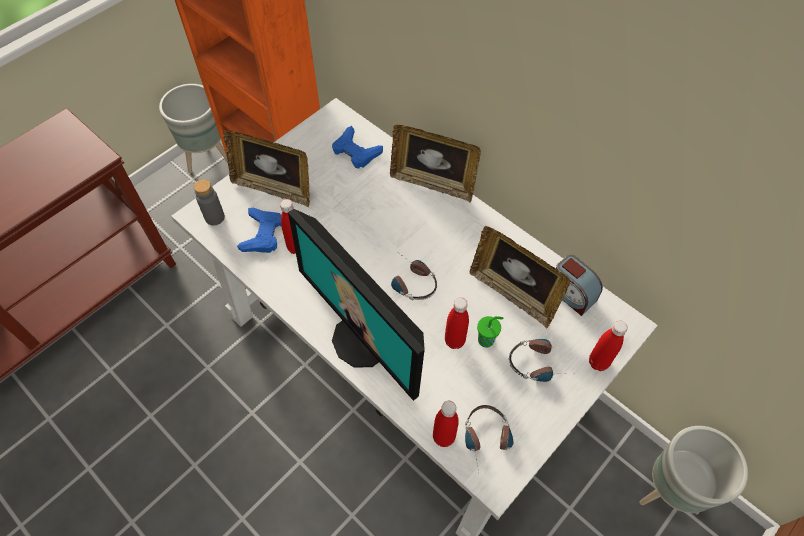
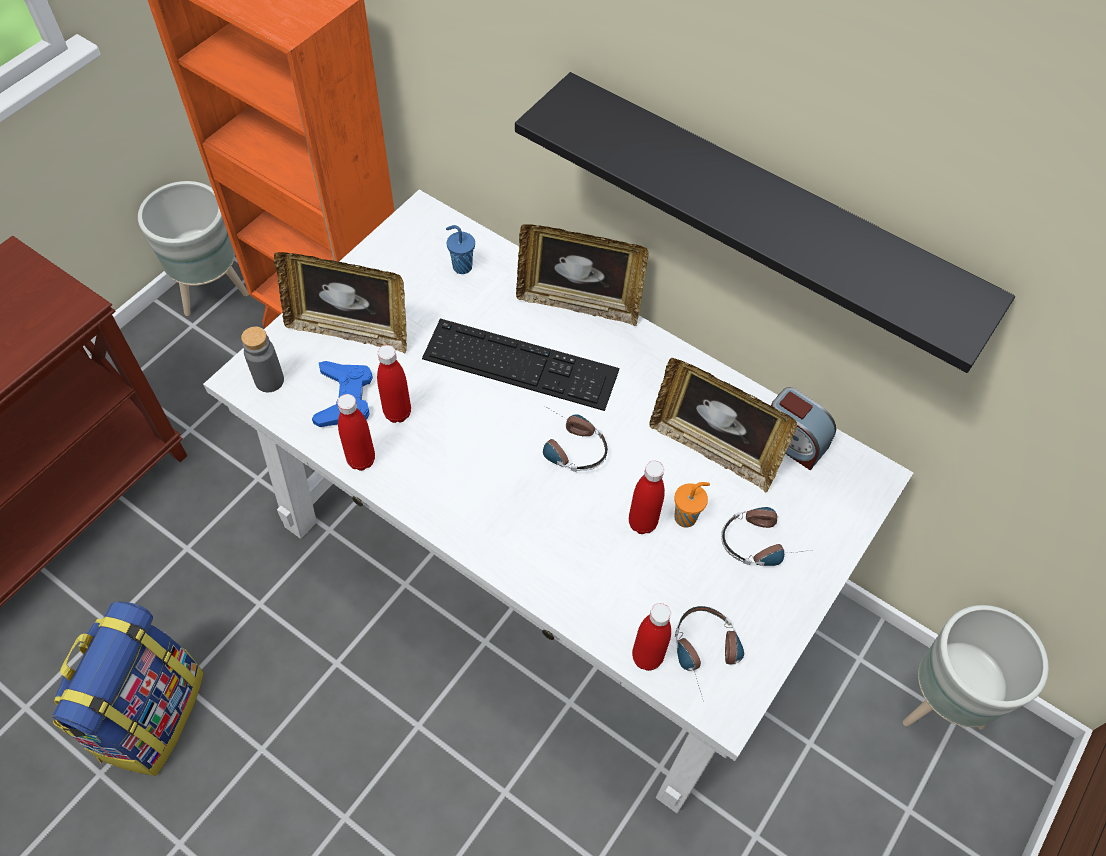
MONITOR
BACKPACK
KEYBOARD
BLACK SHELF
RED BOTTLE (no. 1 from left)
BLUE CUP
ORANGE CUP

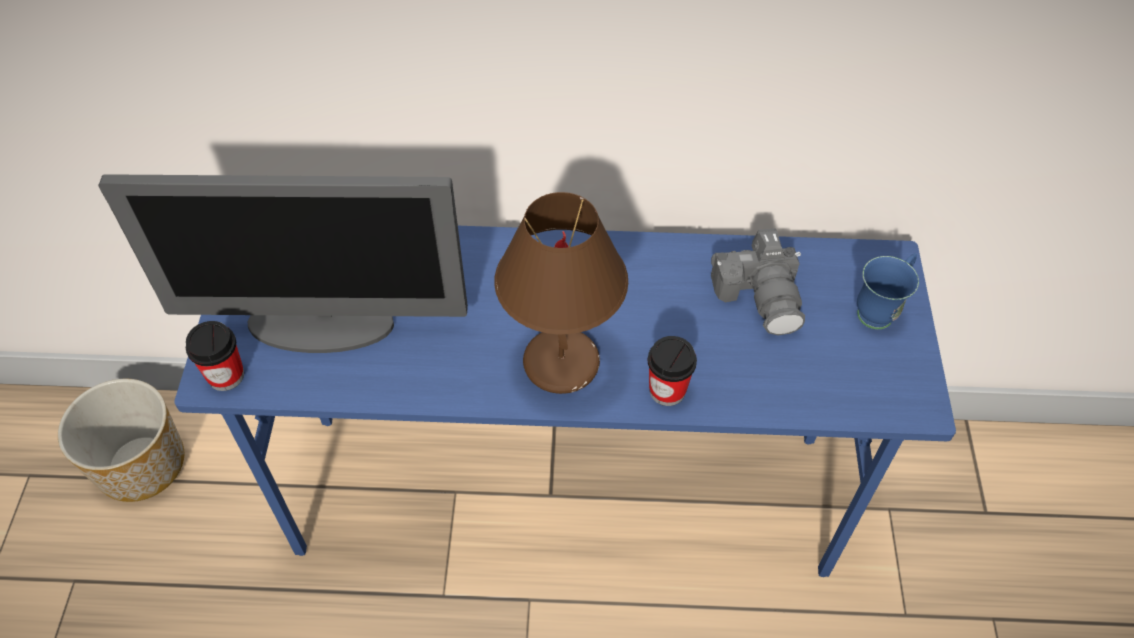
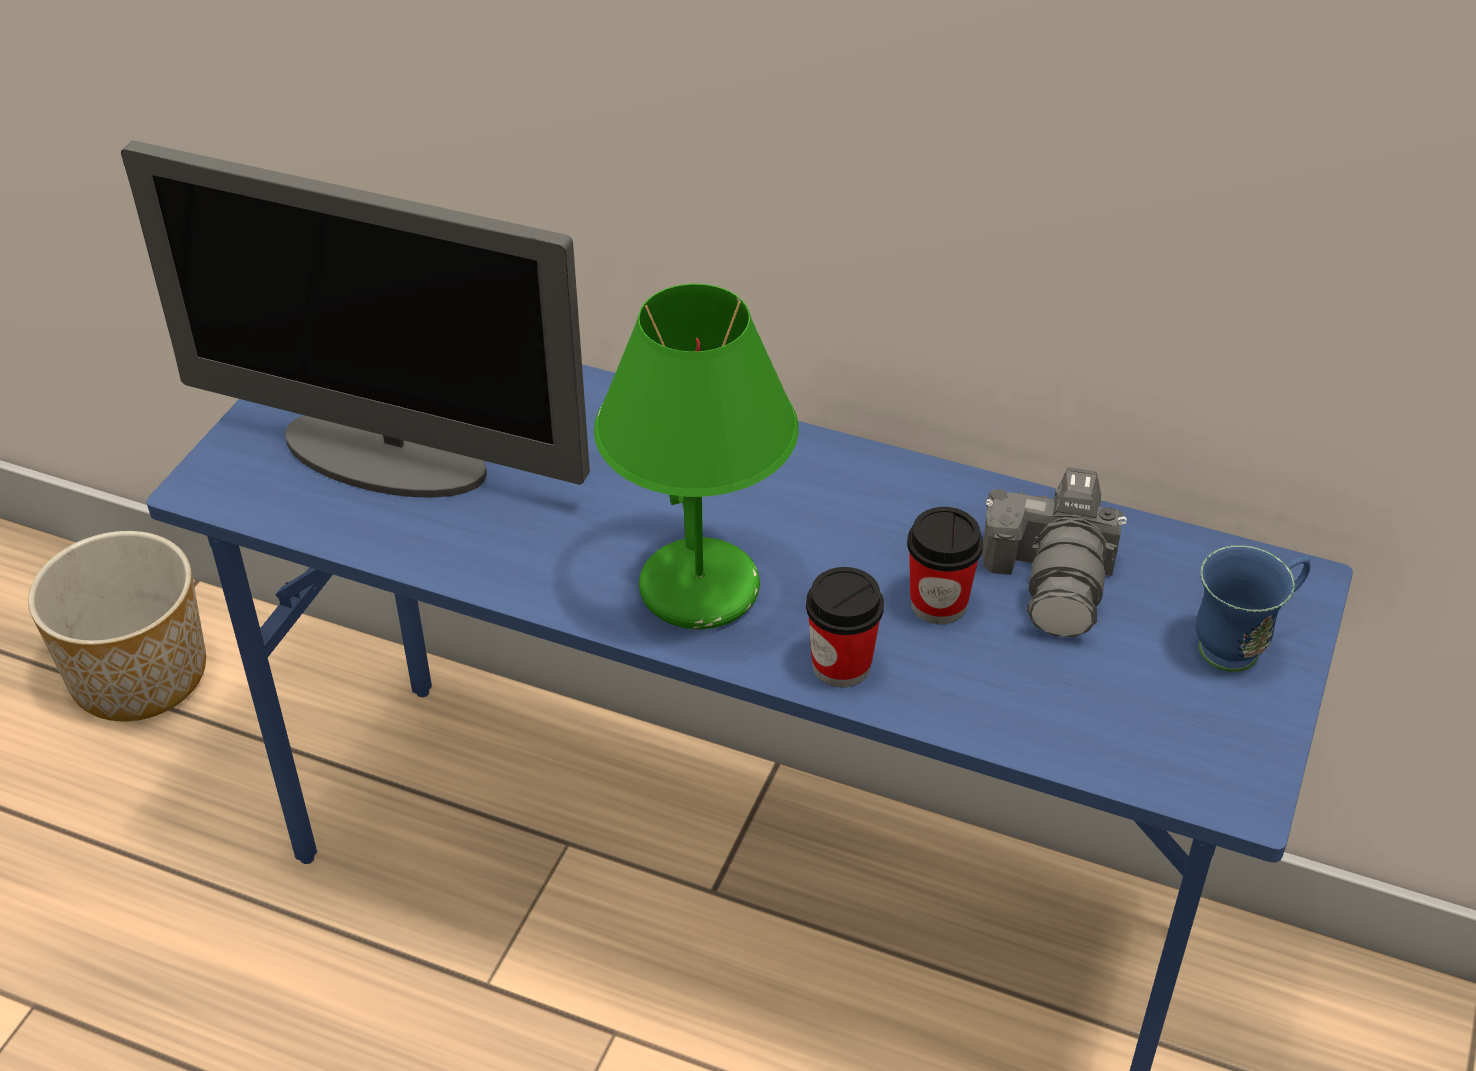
CUP (no. 2 from left)
GREEN TABLE LAMP

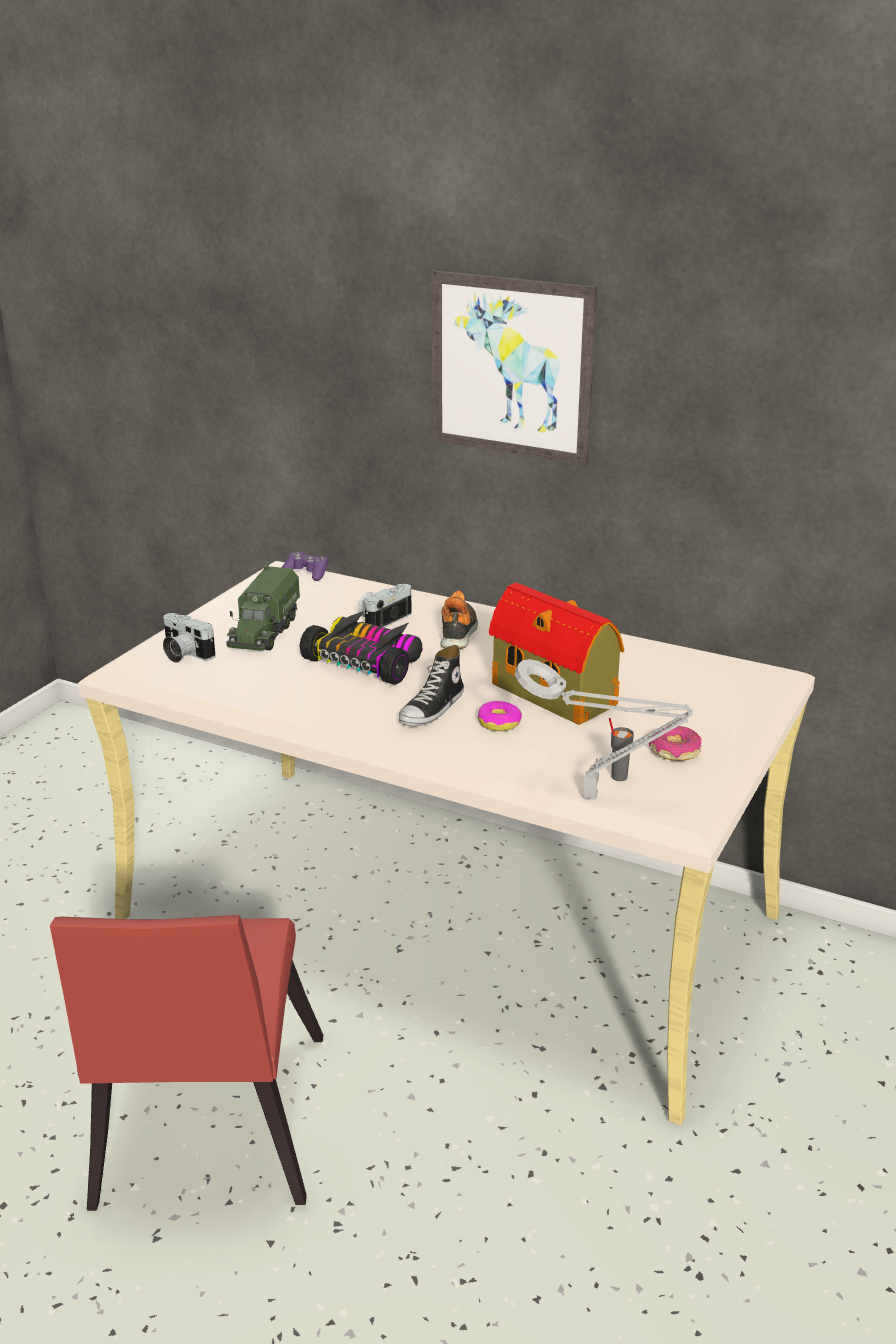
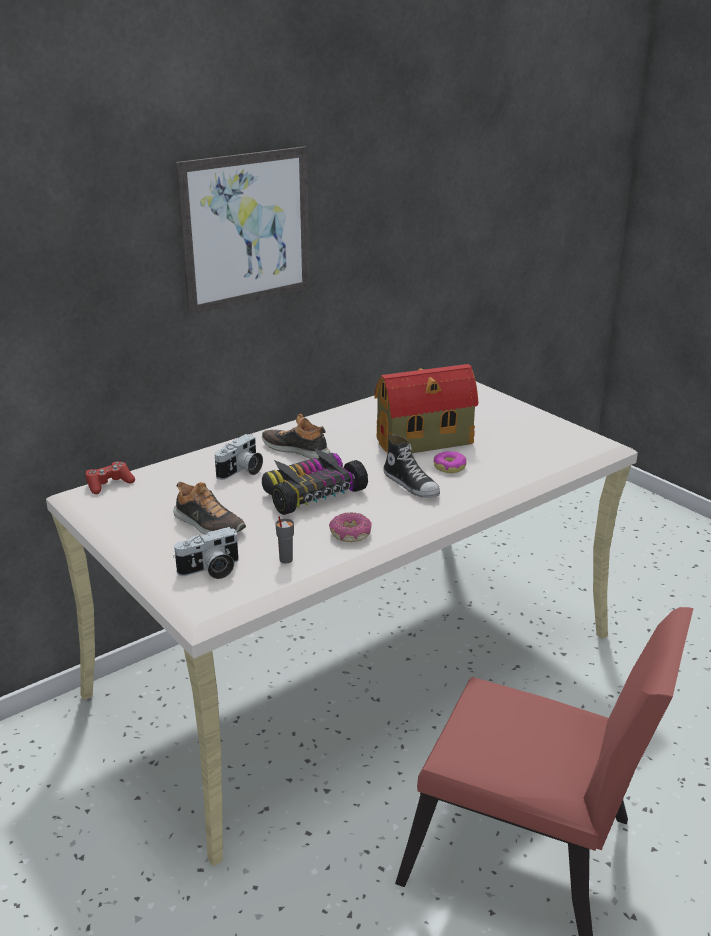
GREY TABLE LAMP
GREY CUP
DONUT (no. 1 from left)
SHOE (no. 1 from left)
RED GAME CONTROLLER
PHOTO CAMERA (no. 2 from left)

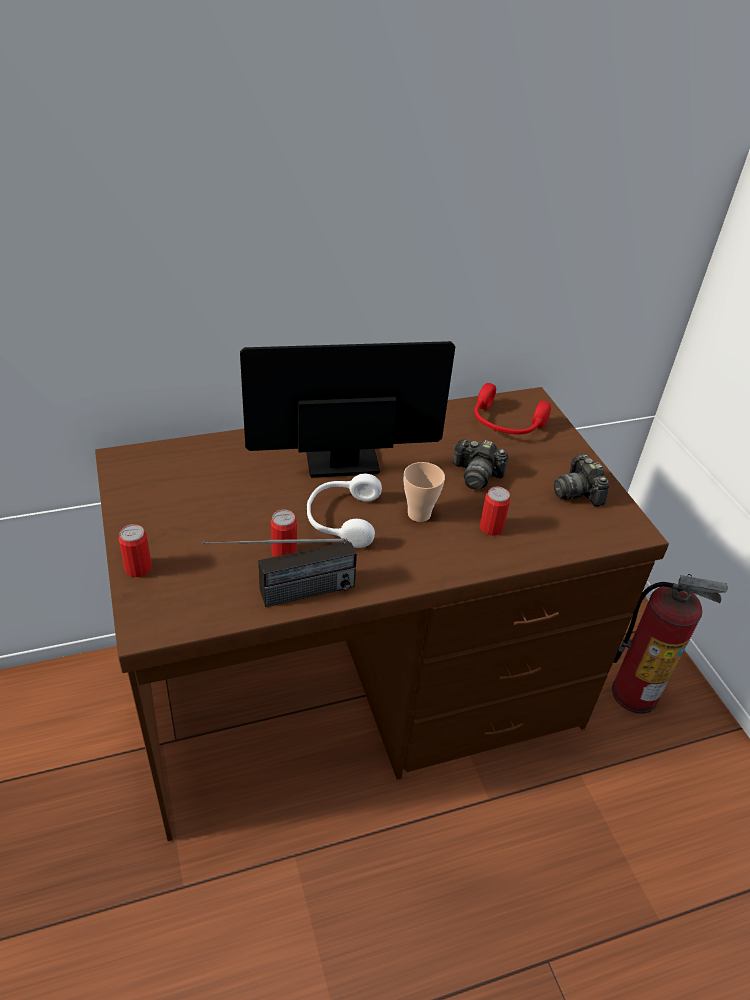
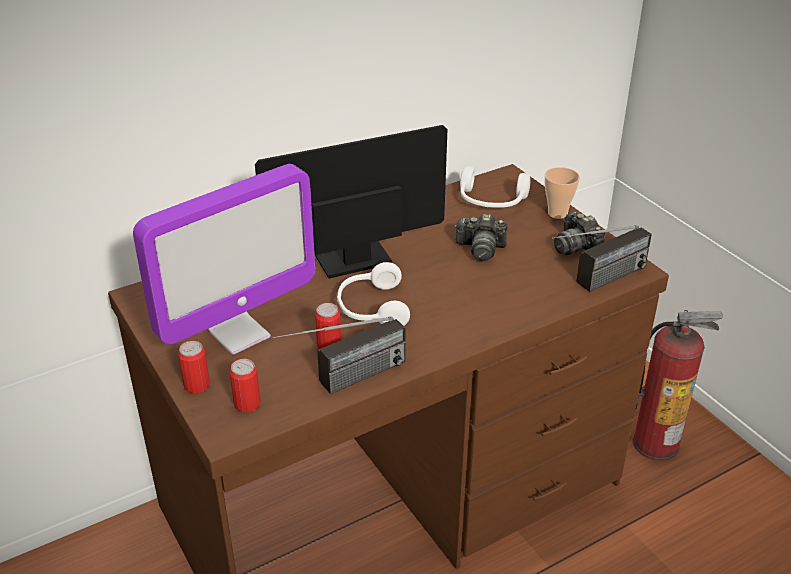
MONITOR (no. 1 from left)
RADIO (no. 2 from left)
CUP
CAN (no. 2 from left)
WHITE HEADPHONES (no. 2 from left)

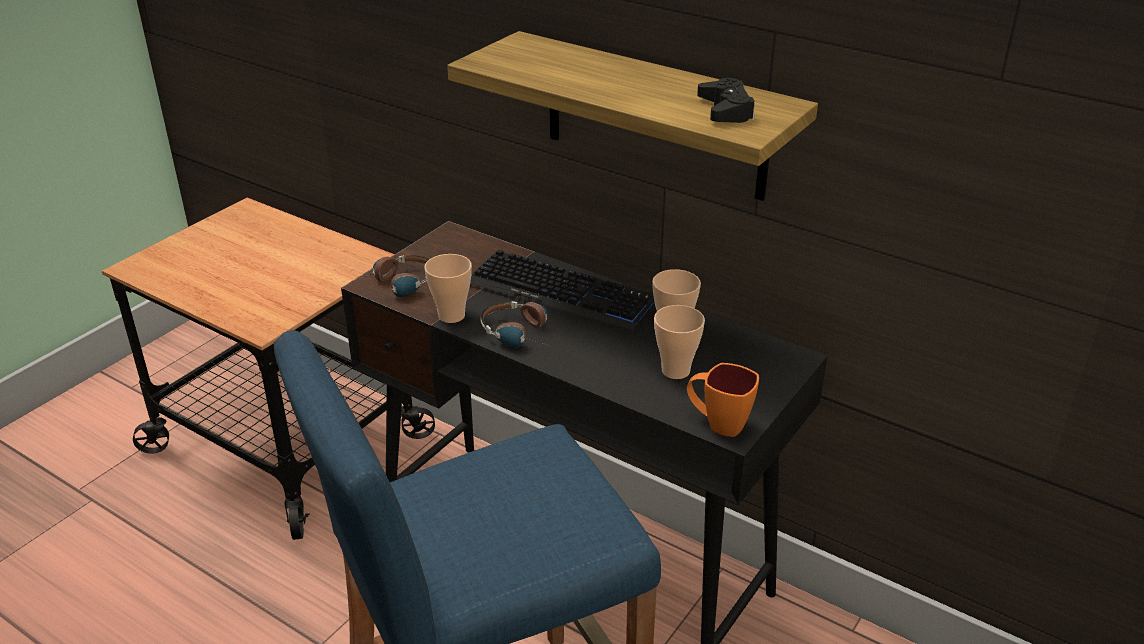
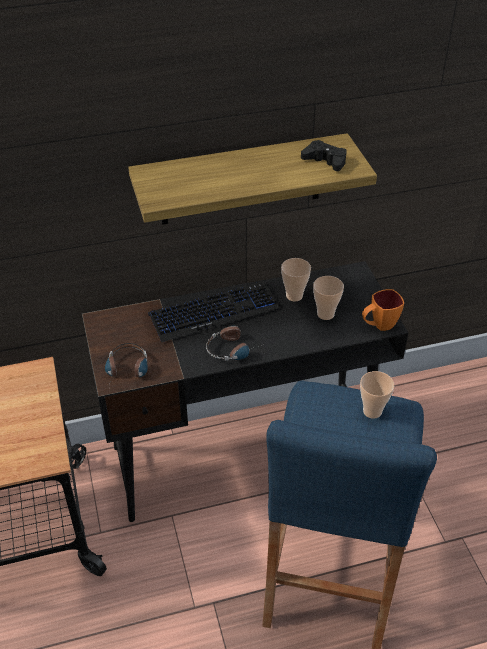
CUP (no. 3 from left)

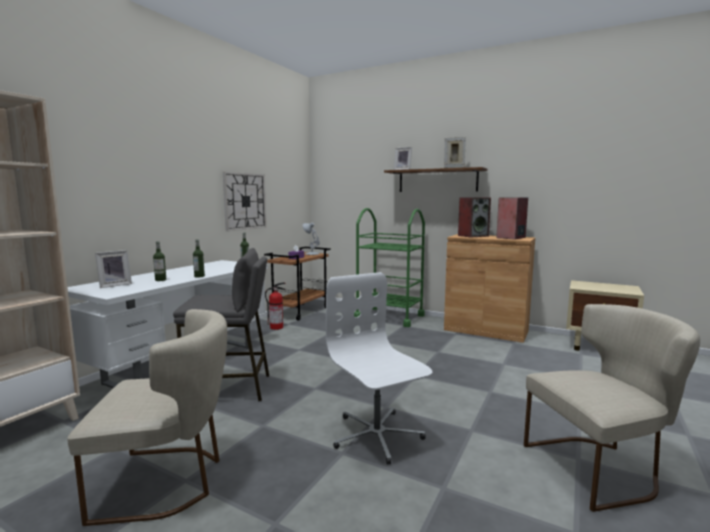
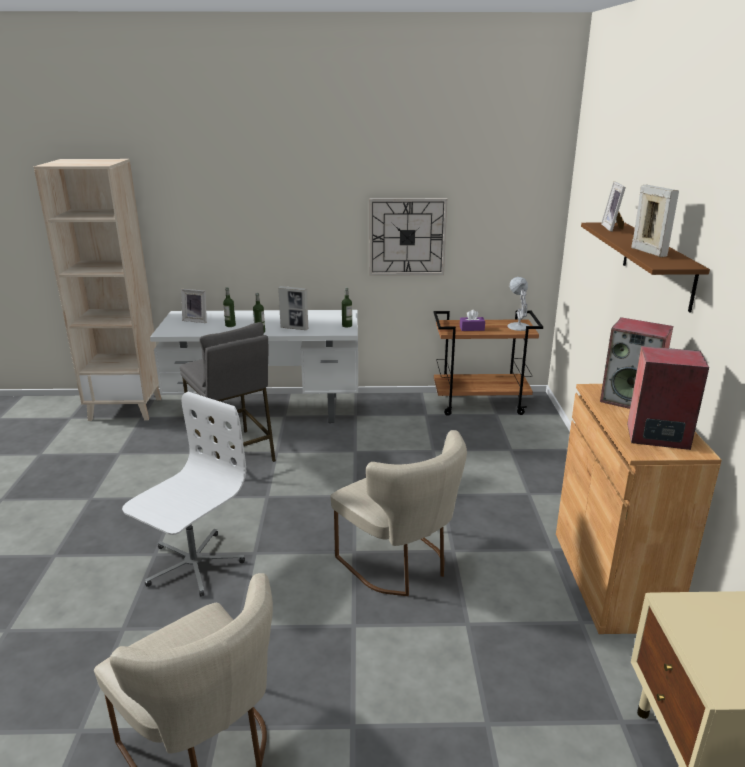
FIRE EXTINGUISHER
GREEN CART
PICTURE FRAME (no. 2 from left)
BEIGE CHAIR (no. 2 from left)

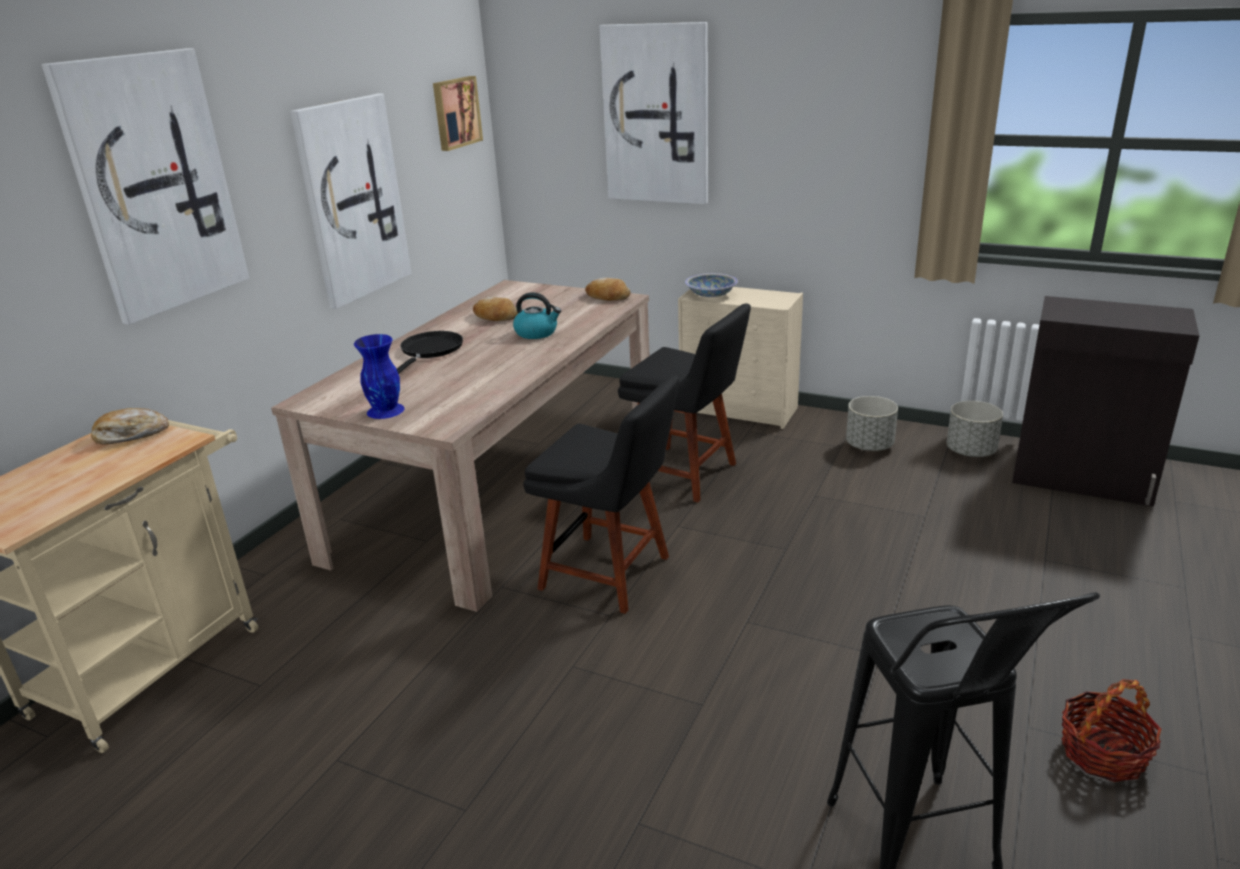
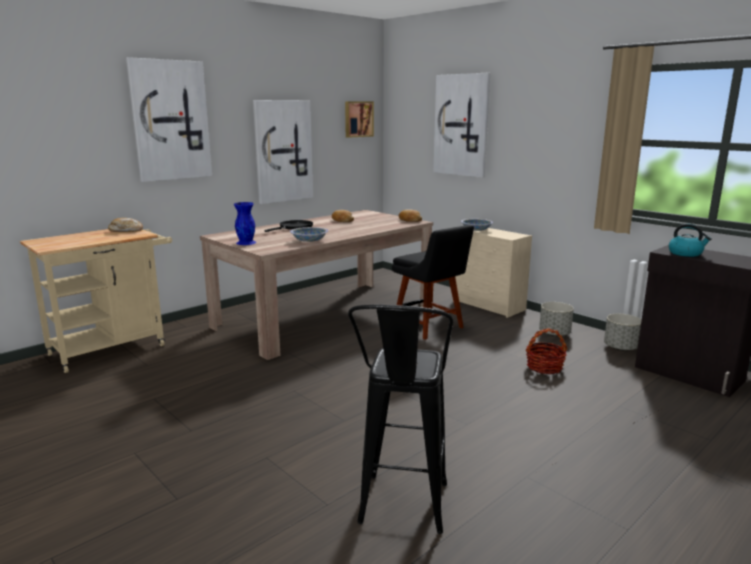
BLACK CHAIR (no. 1 from left in the first image)
BOWL (no. 1 from left)
KETTLE
BASKET

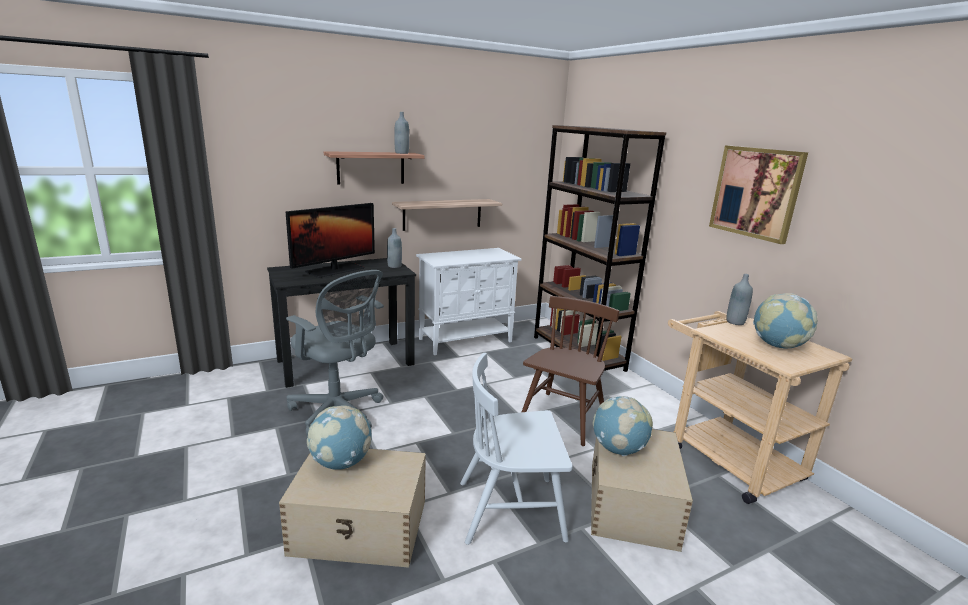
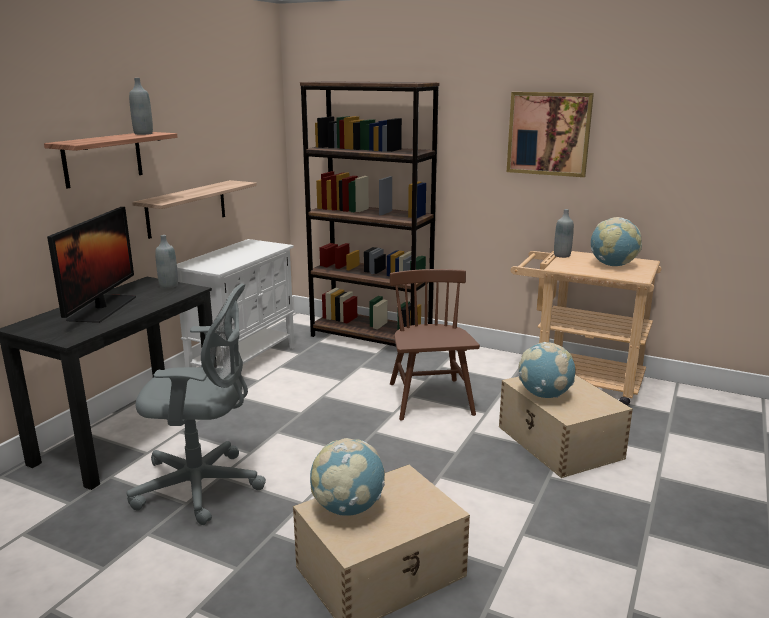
WHITE CHAIR

